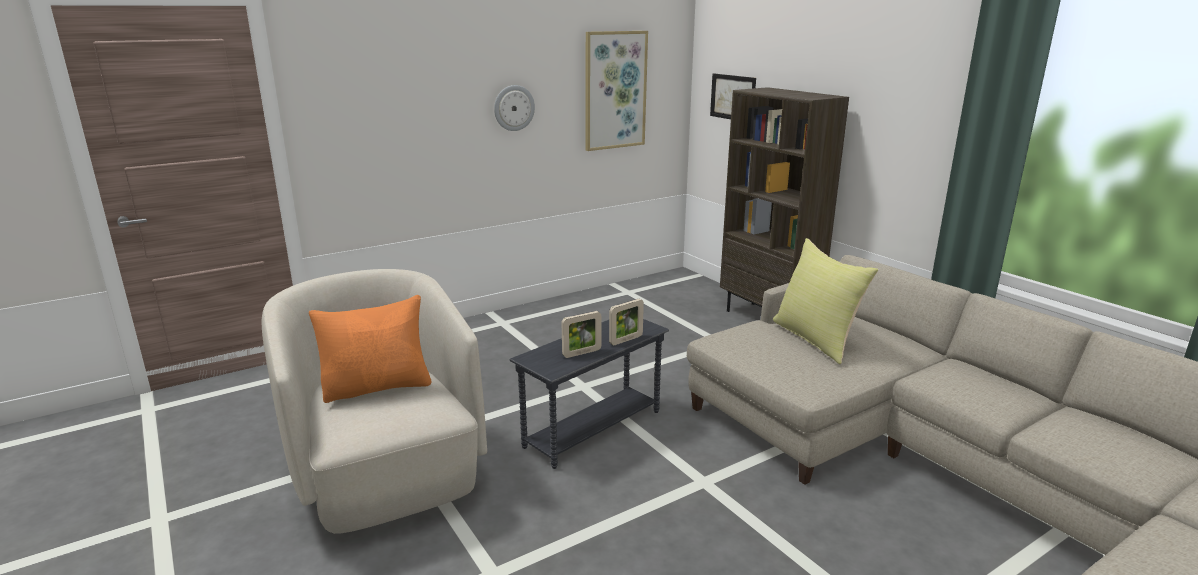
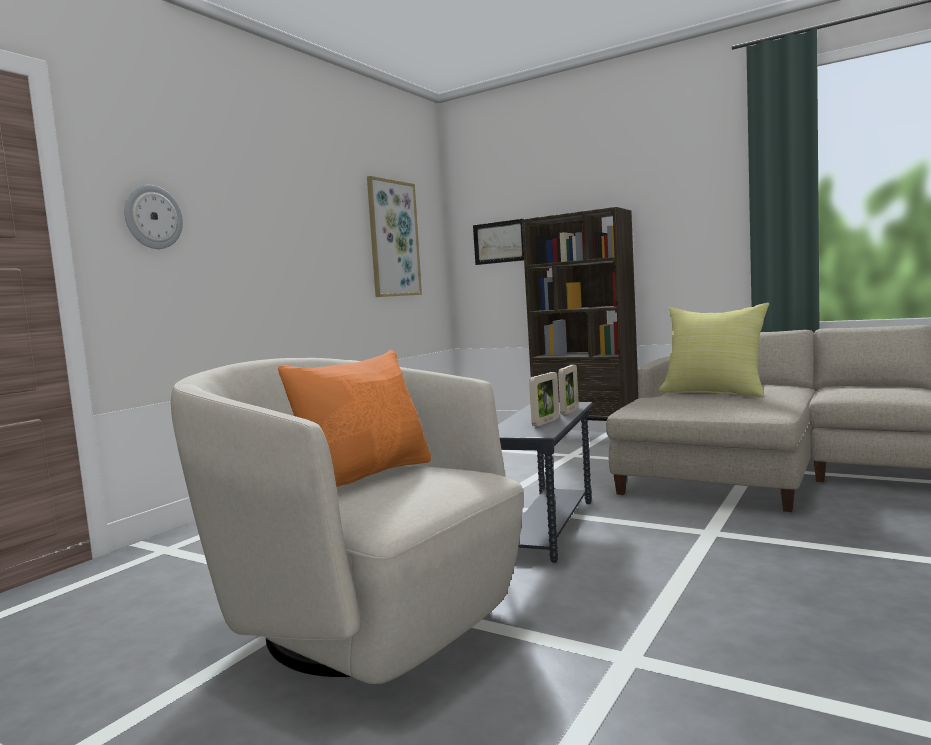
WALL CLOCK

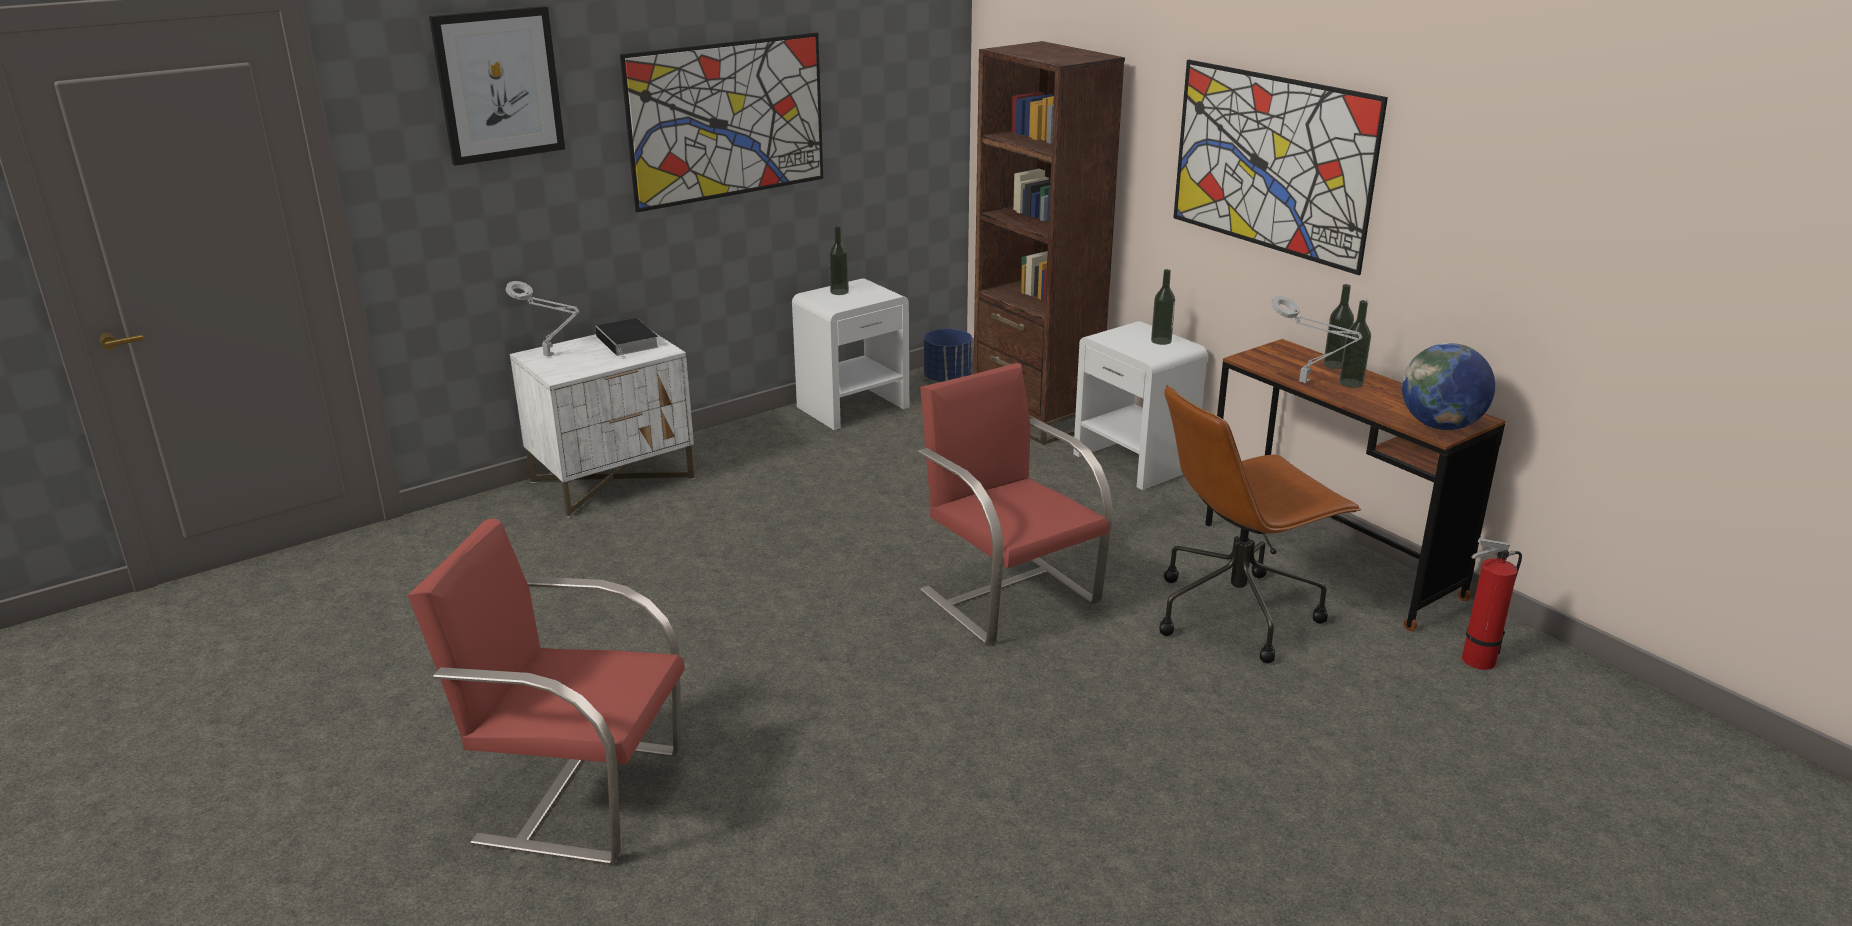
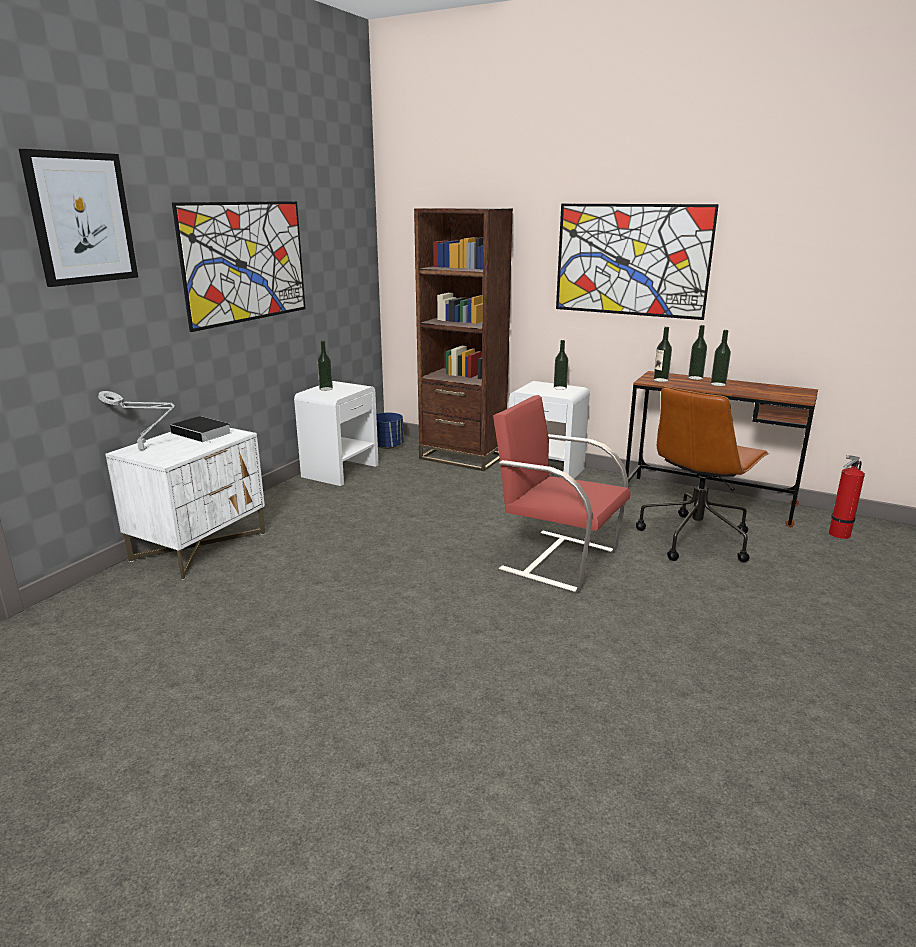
RED CHAIR (no. 1 from left in the first image)
GREY TABLE LAMP (no. 2 from left in the first image)
GLOBE
BOTTLE (no. 3 from left)

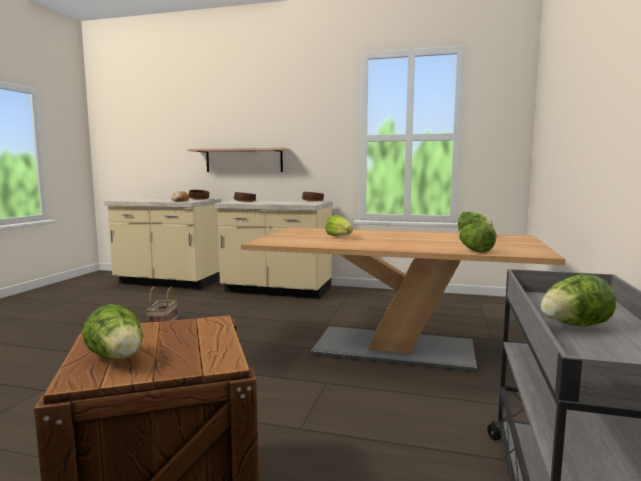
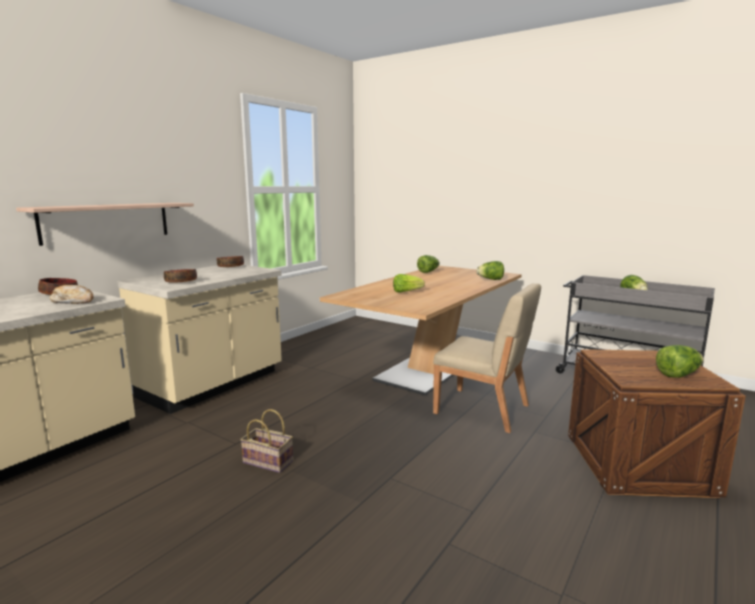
BEIGE CHAIR

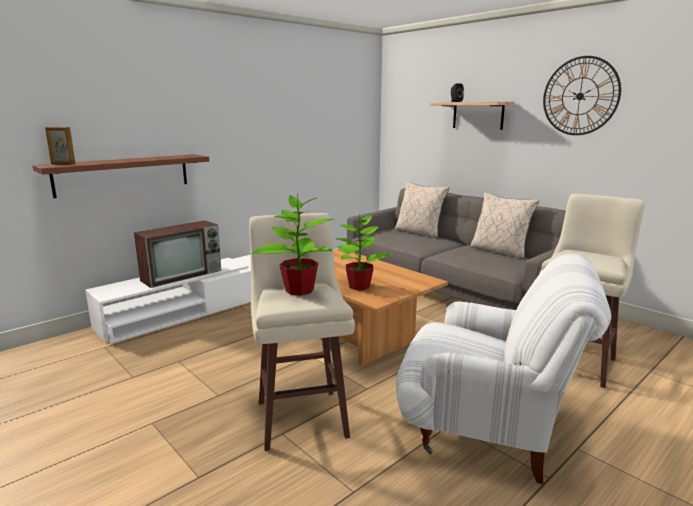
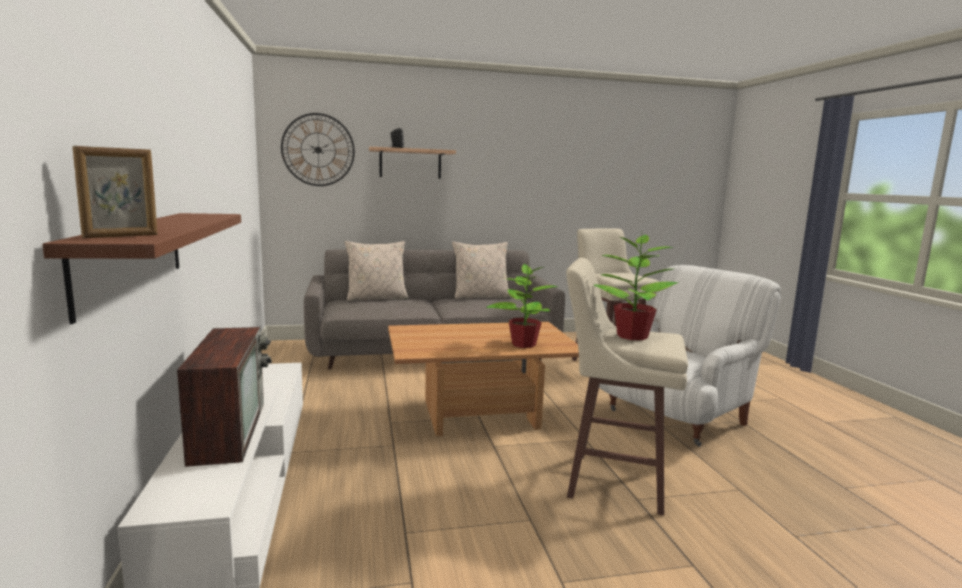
WALL CLOCK

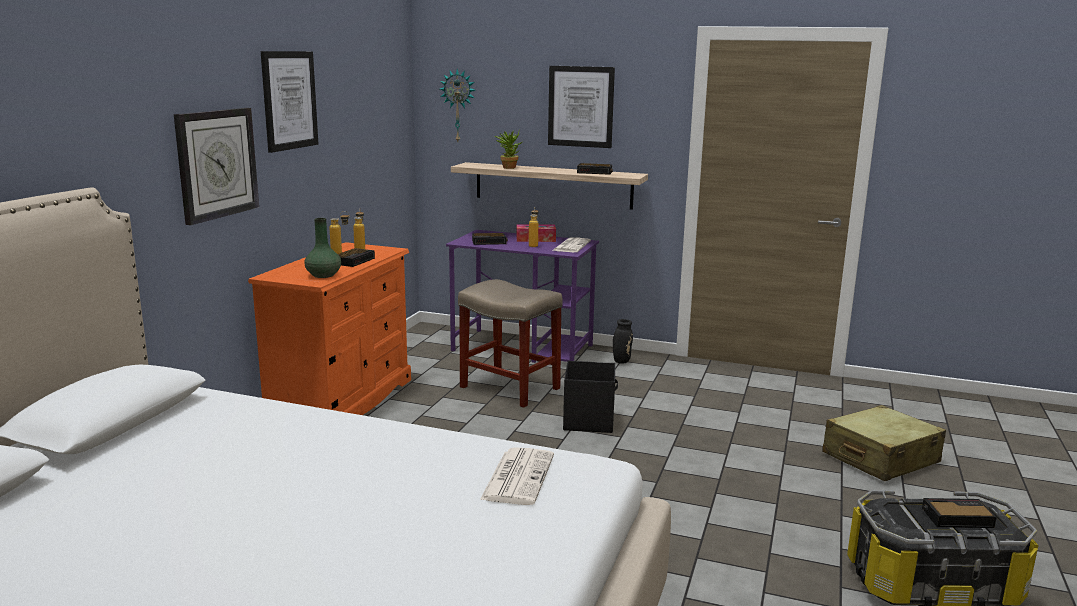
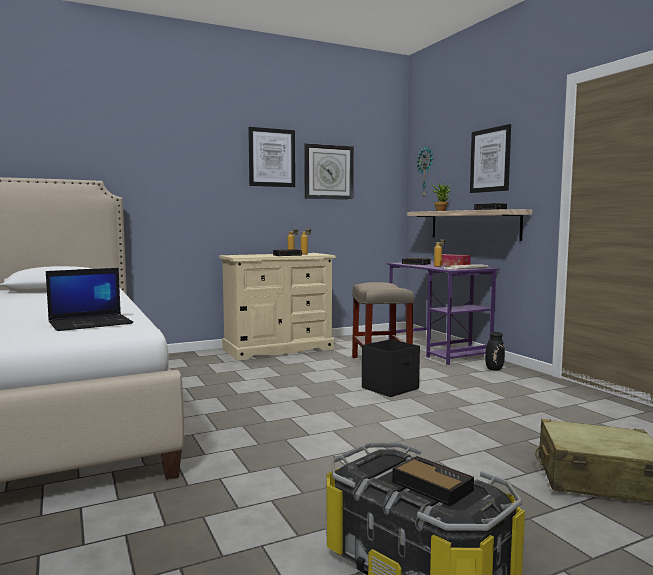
GREEN VASE
WALL CLOCK (no. 1 from left)
LAPTOP
BEIGE DRESSER

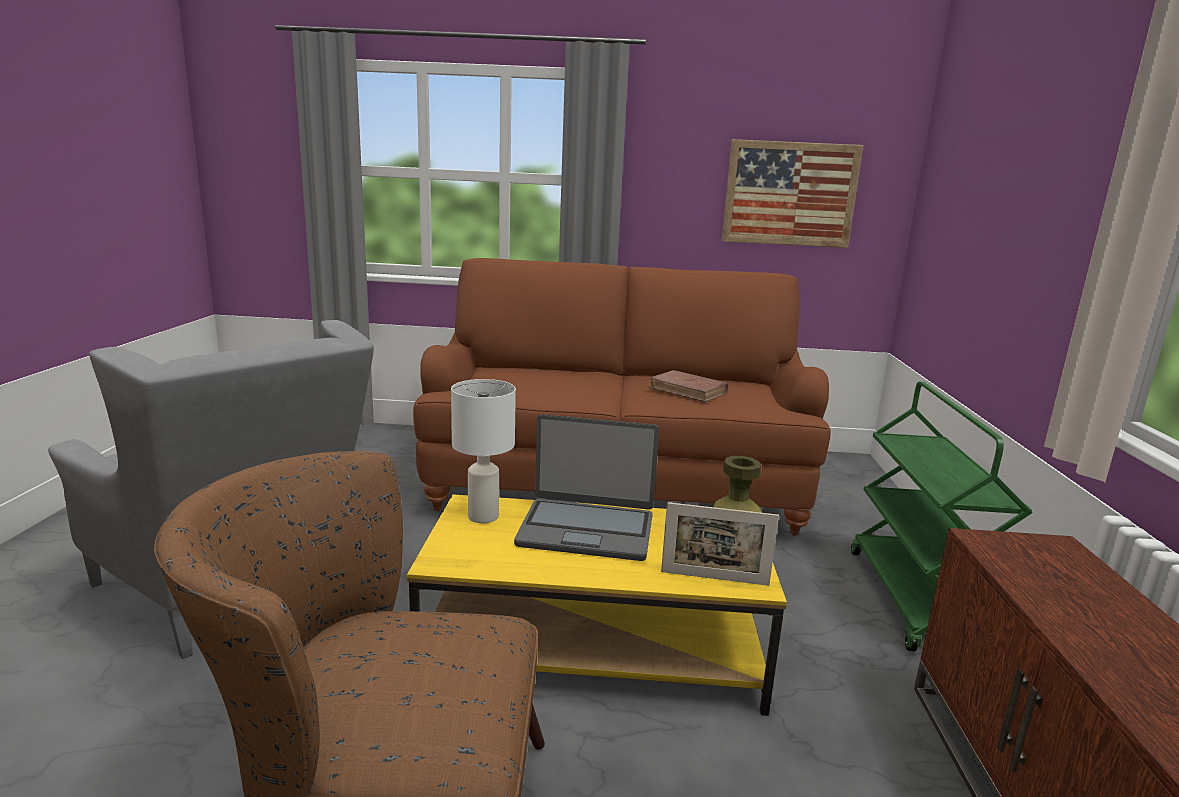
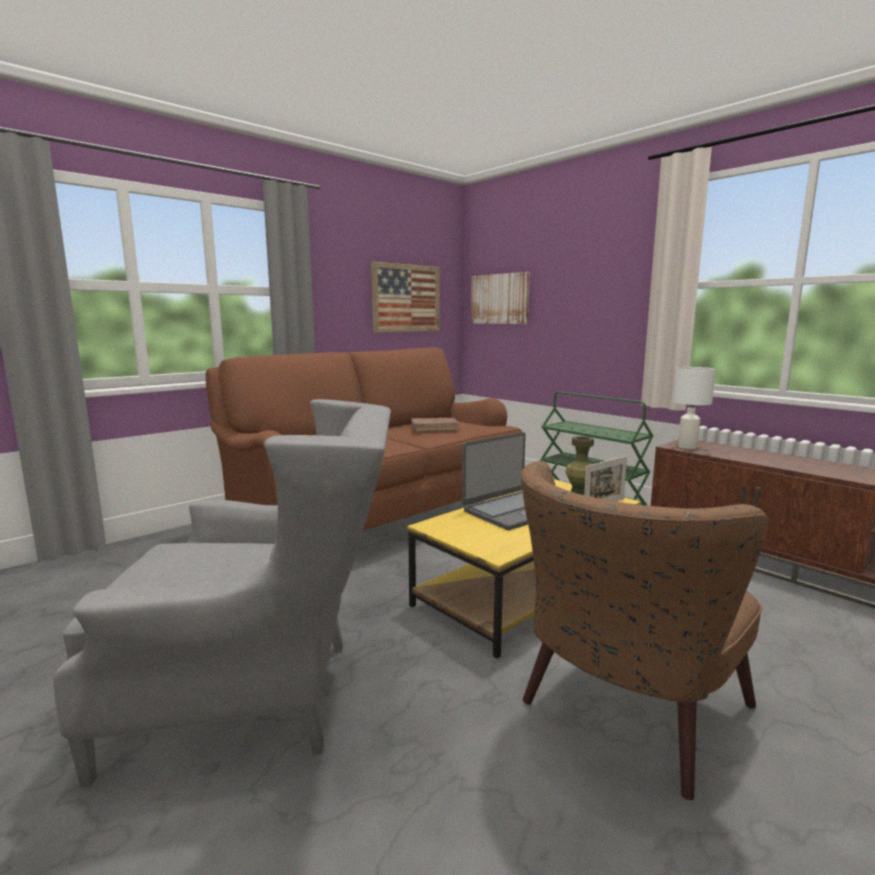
PICTURE (no. 2 from left)
WHITE TABLE LAMP

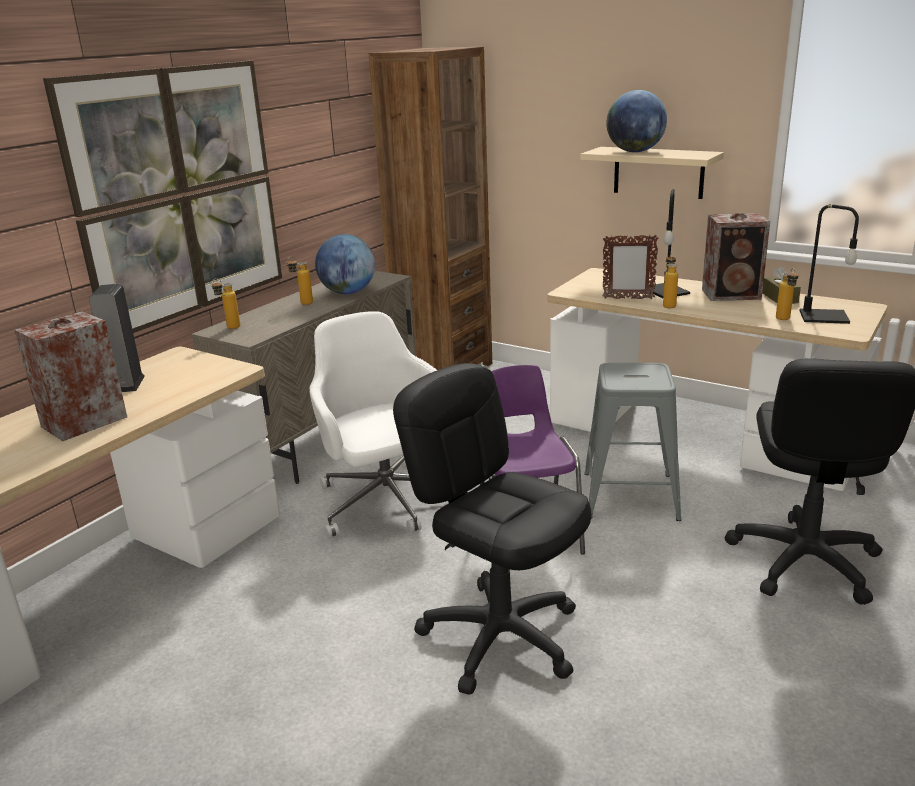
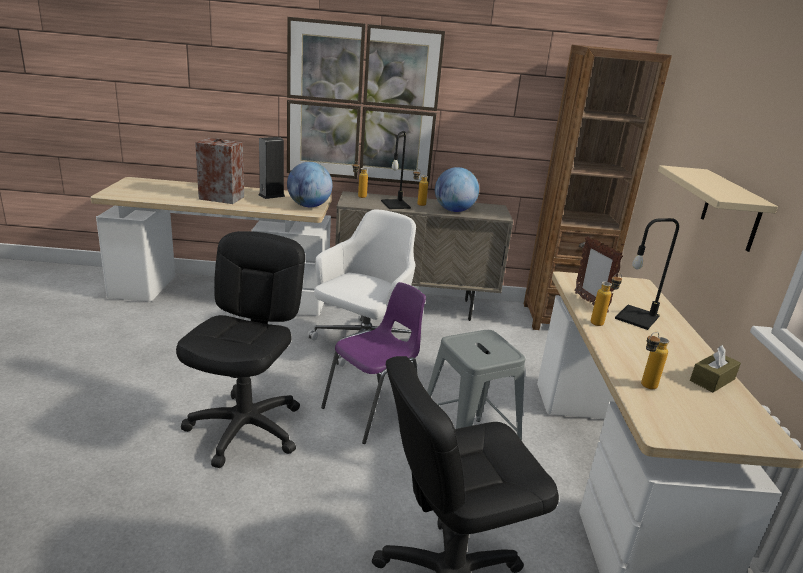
SPEAKER (no. 3 from left in the first image)
GLOBE (no. 1 from left)
BLACK TABLE LAMP (no. 1 from left)

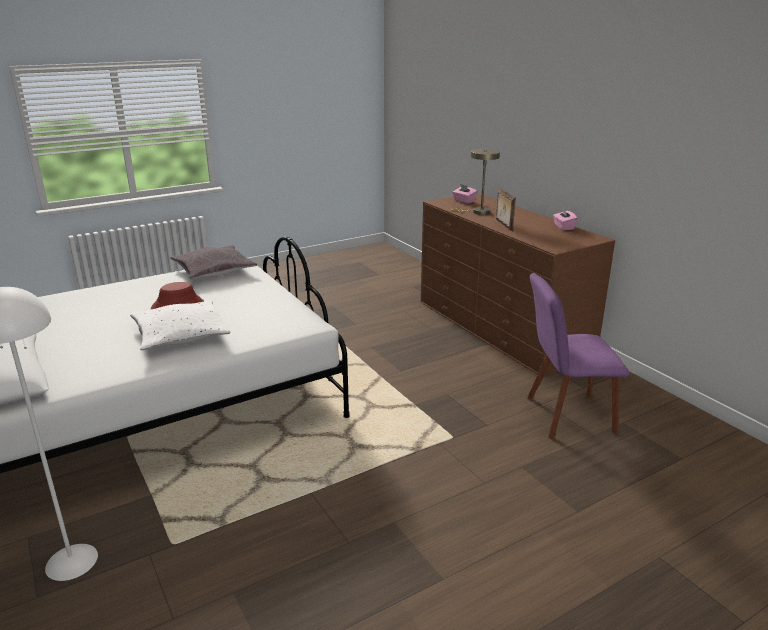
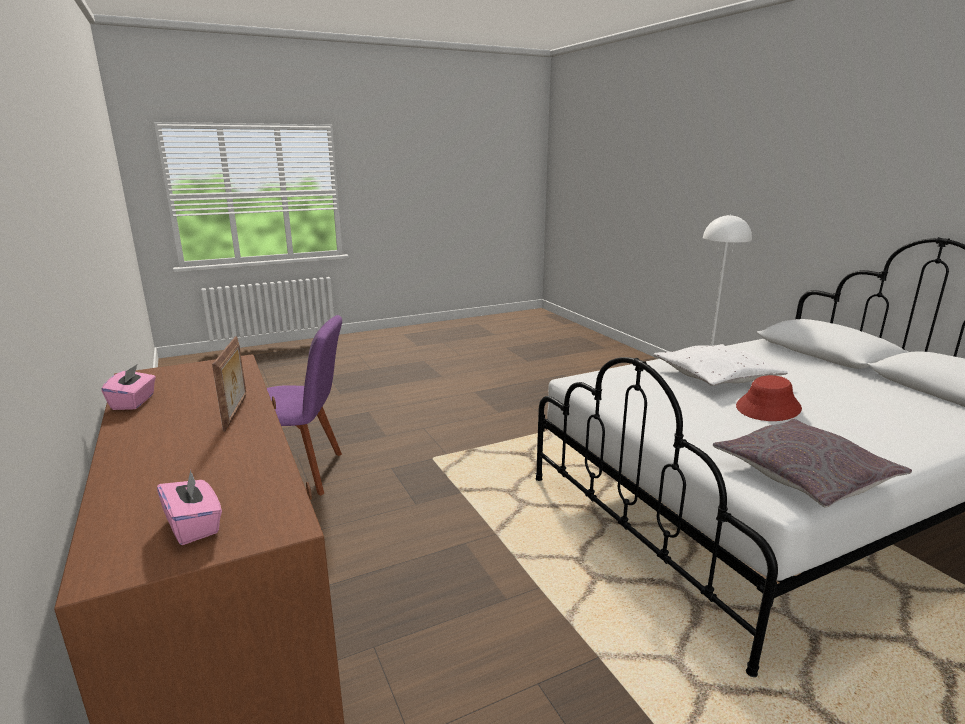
BEIGE TABLE LAMP

